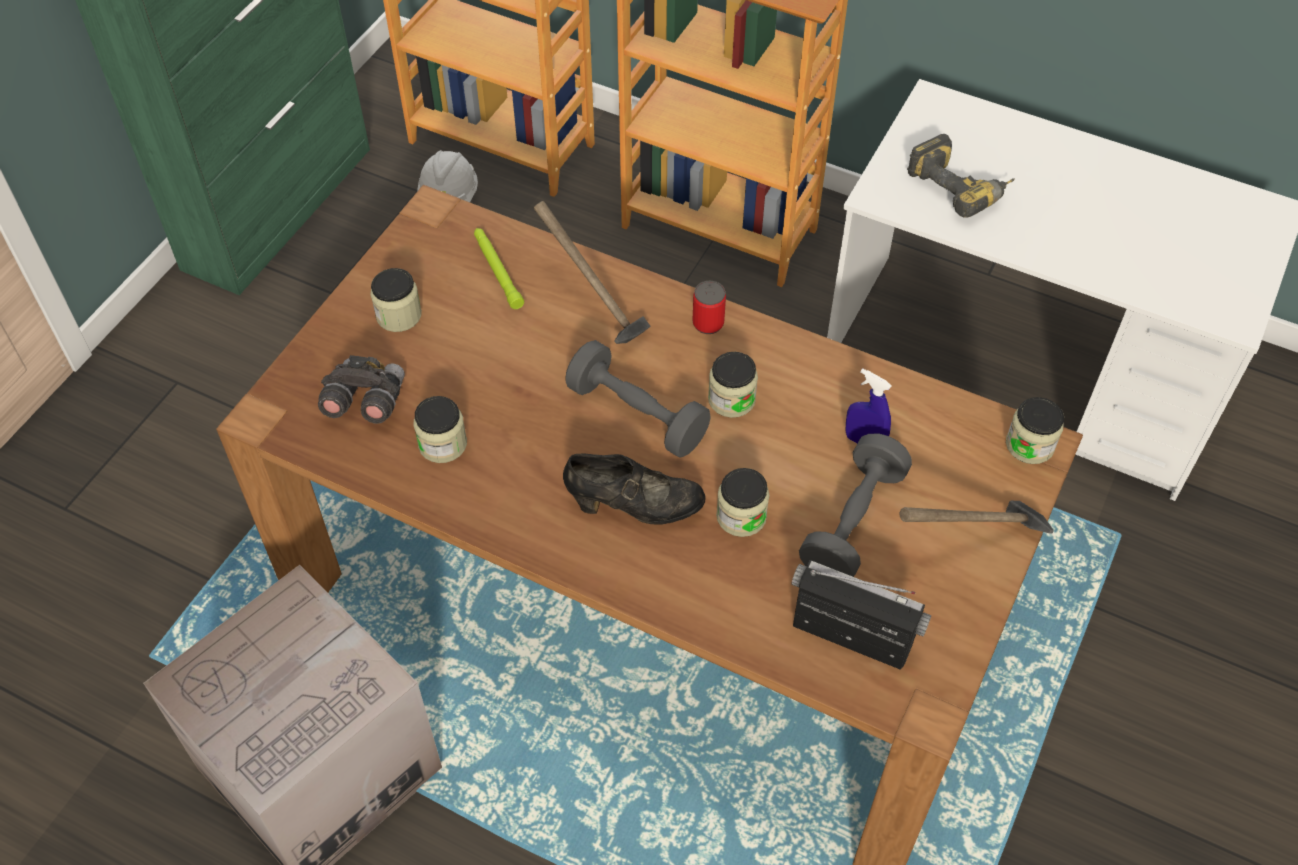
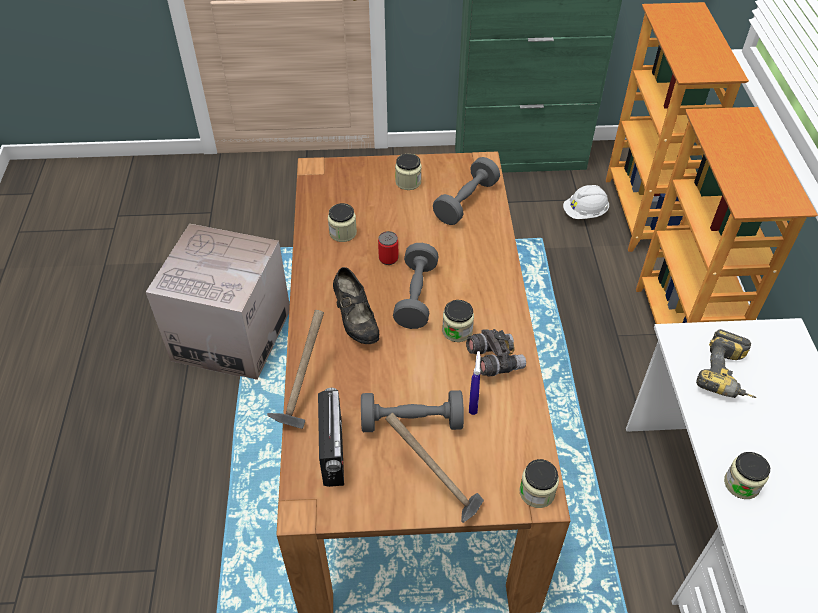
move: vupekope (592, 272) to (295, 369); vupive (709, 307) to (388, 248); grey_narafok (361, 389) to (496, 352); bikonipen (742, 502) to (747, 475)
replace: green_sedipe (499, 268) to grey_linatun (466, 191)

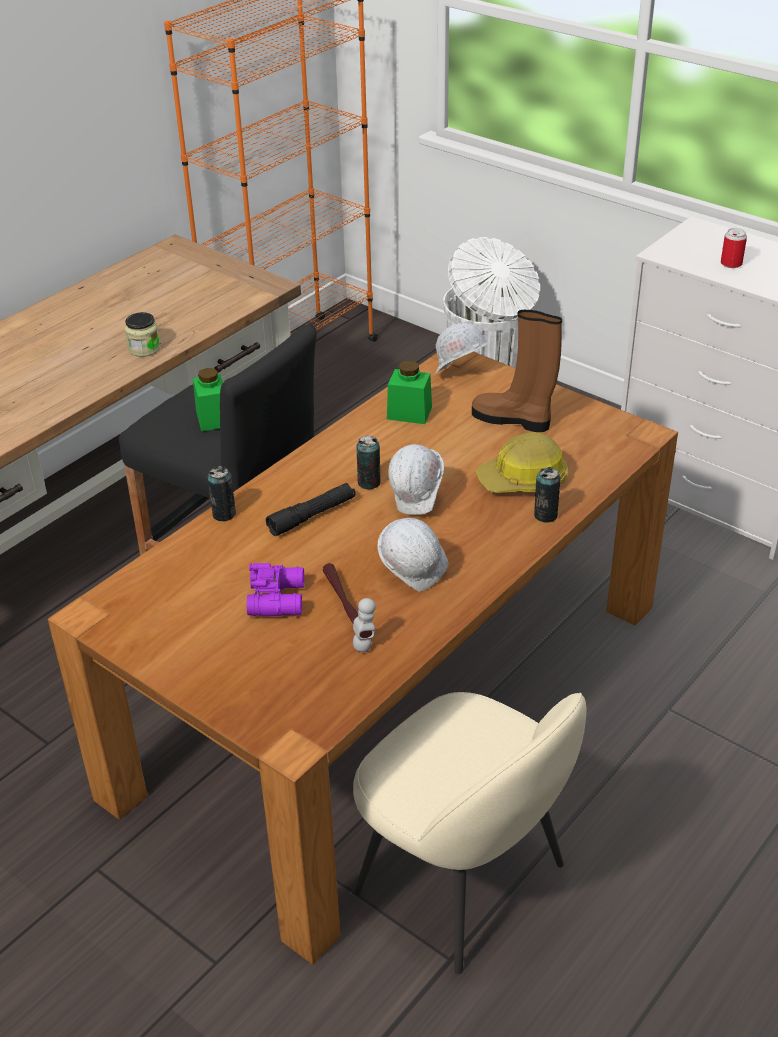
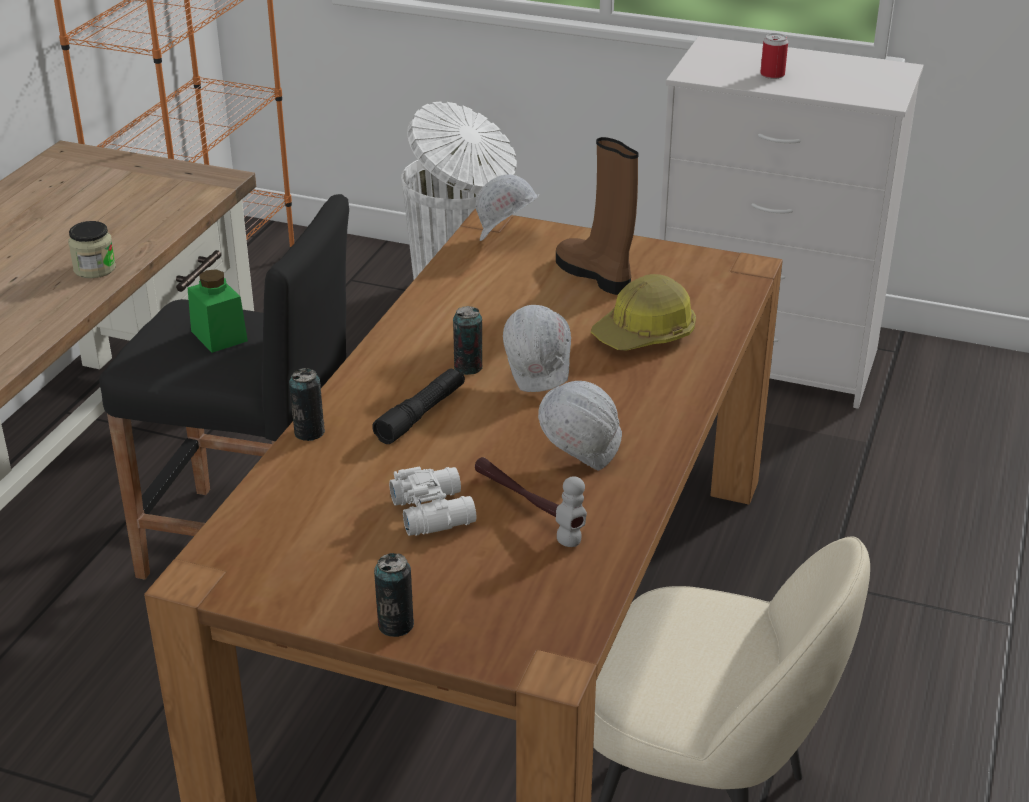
delete: green_bikonipen (409, 392)
move: vupive (547, 495) to (394, 595)
recolor: purple_narafok (275, 590) to white_narafok (432, 501)
rotate: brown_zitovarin (517, 371) = (597, 216) 45 degrees clockwise

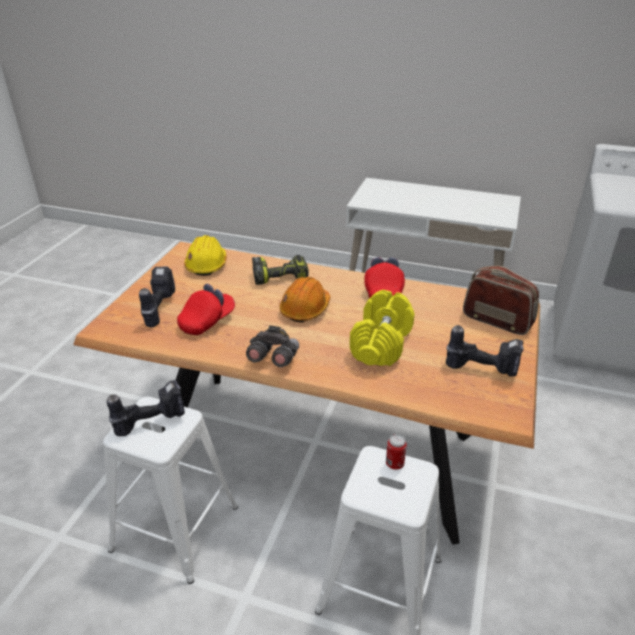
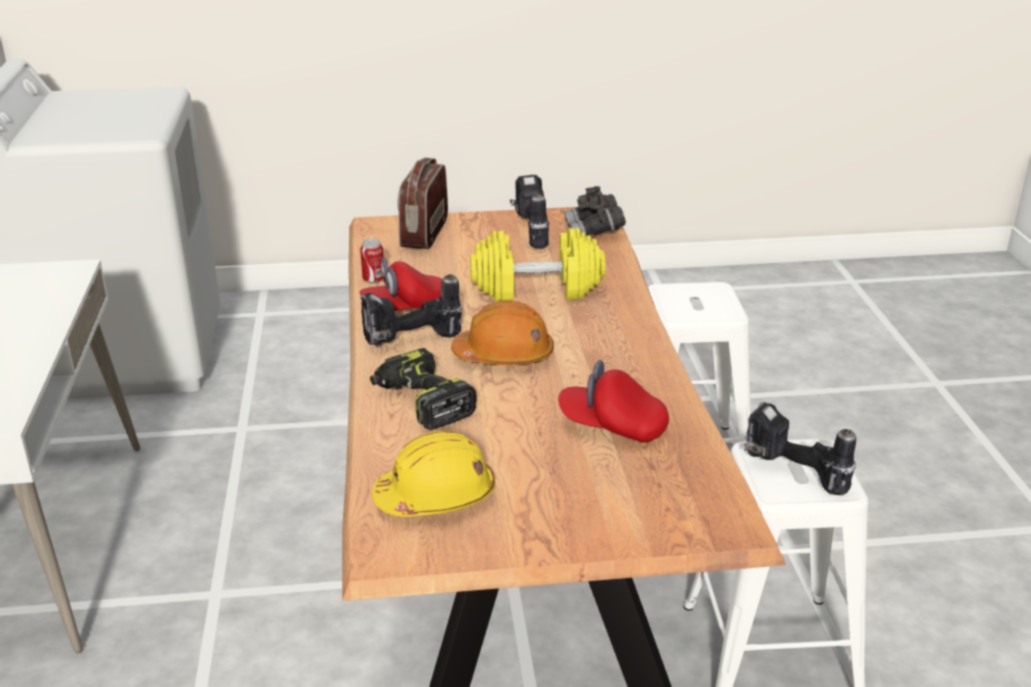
move: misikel (157, 296) to (412, 309); grey_narafok (272, 346) to (595, 211); vupive (396, 452) to (371, 261)

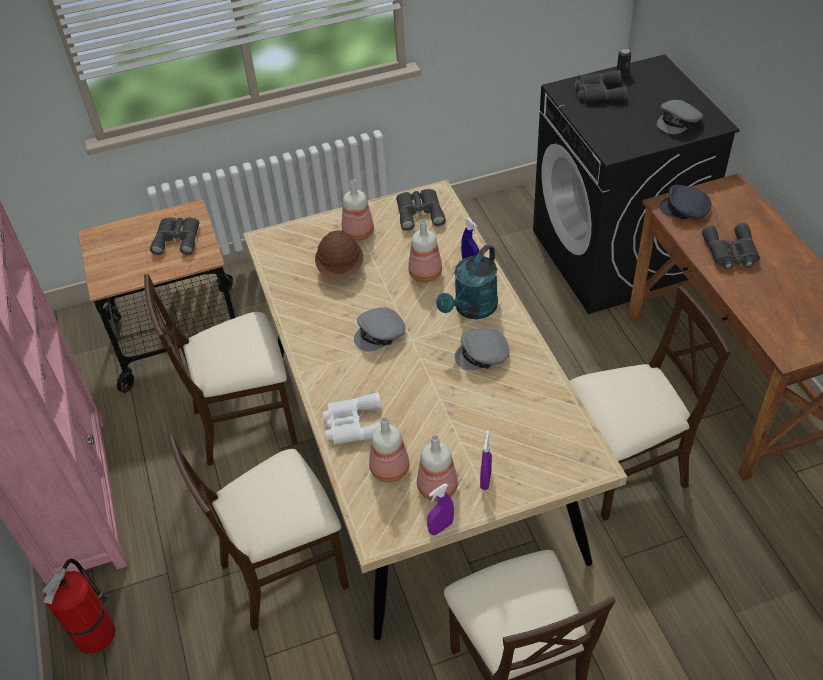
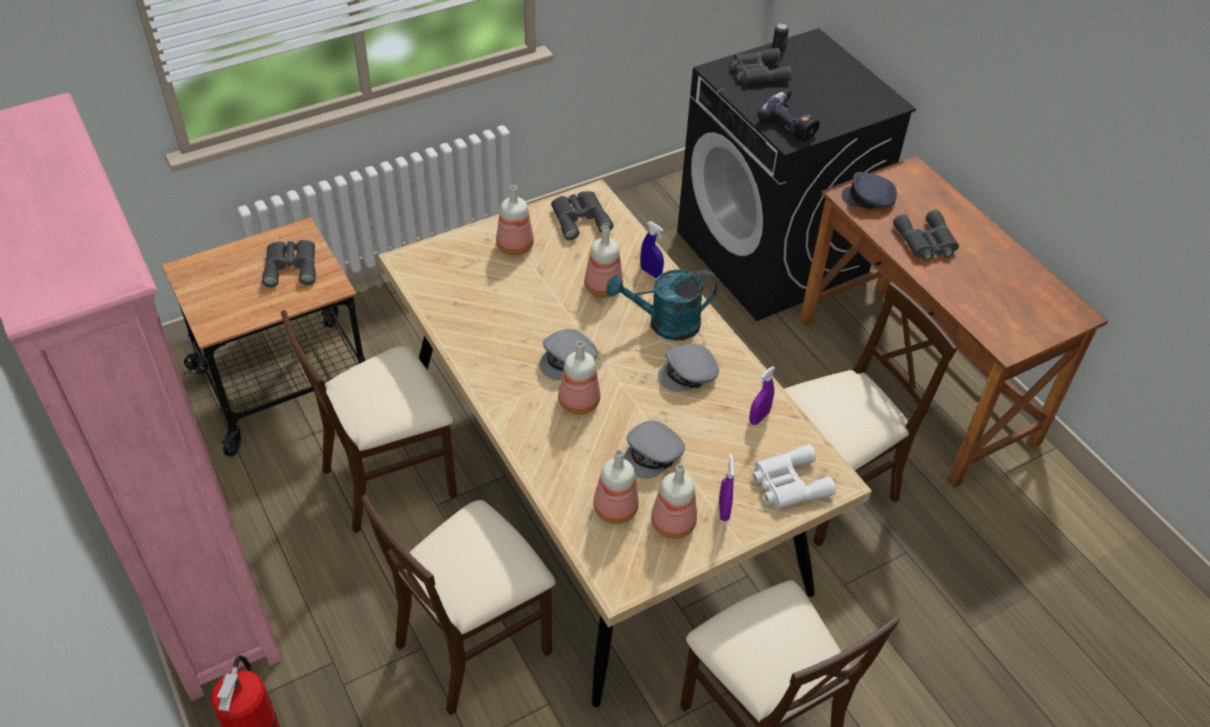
delete: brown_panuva (339, 255)
insert: misikel (788, 115); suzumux (579, 378)
move: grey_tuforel (680, 117) to (654, 450); white_narafok (352, 418) to (794, 476); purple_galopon (440, 509) to (762, 395)
rotate: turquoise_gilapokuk (467, 282) = (662, 305) 60 degrees clockwise

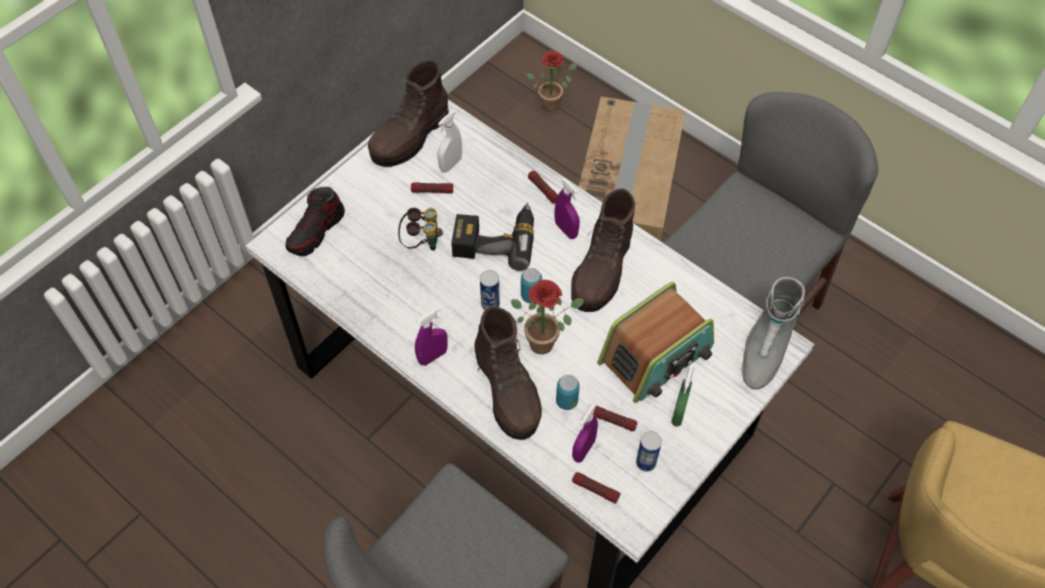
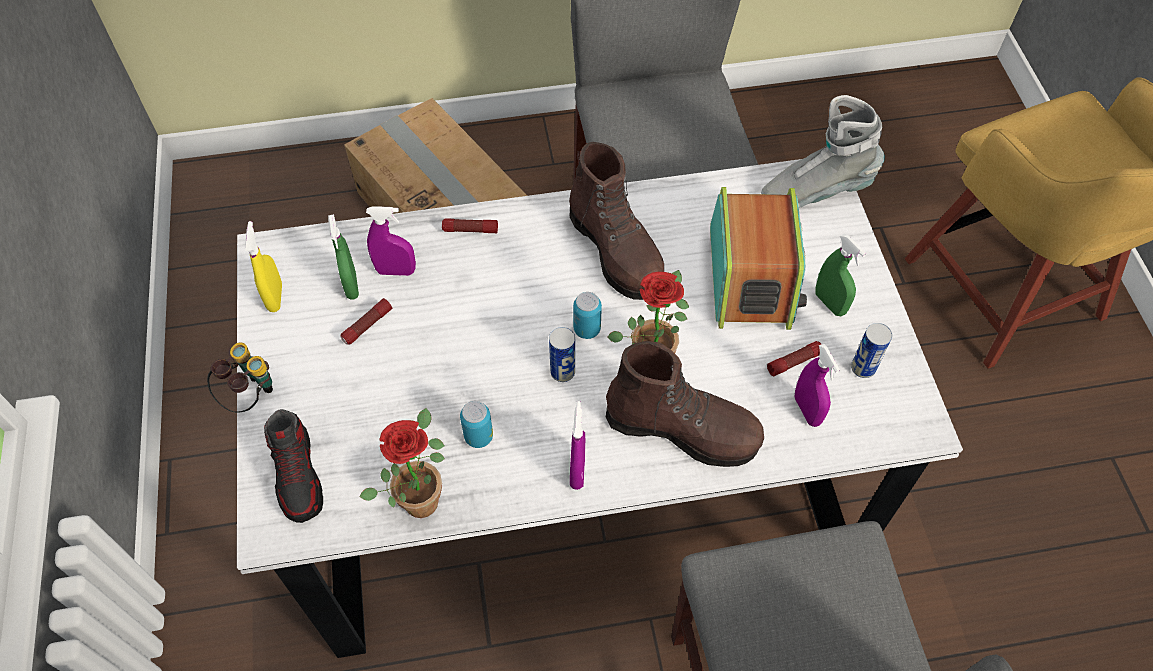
delete: misikel (492, 236); sedipe (596, 488)
move: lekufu (552, 81) to (402, 463); purple_galopon (567, 208) to (391, 241); narafok (420, 229) to (240, 378); vupive (568, 392) to (476, 424)
replace: brown_zitovarin (408, 113) to yellow_galopon (263, 266)
recolor: white_galopon (449, 142) to green_galopon (343, 257)
rotate: grey_zitovarin (773, 333) = (823, 151) 105 degrees clockwise

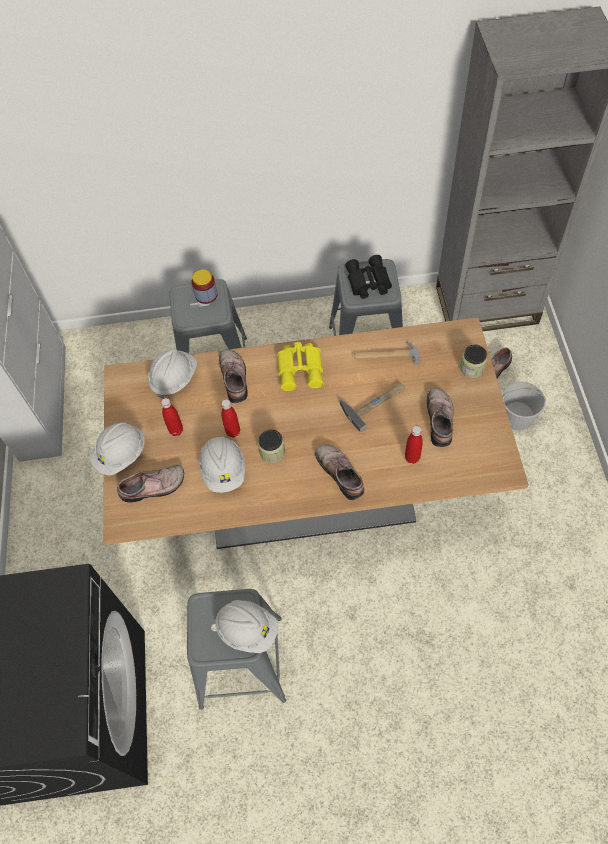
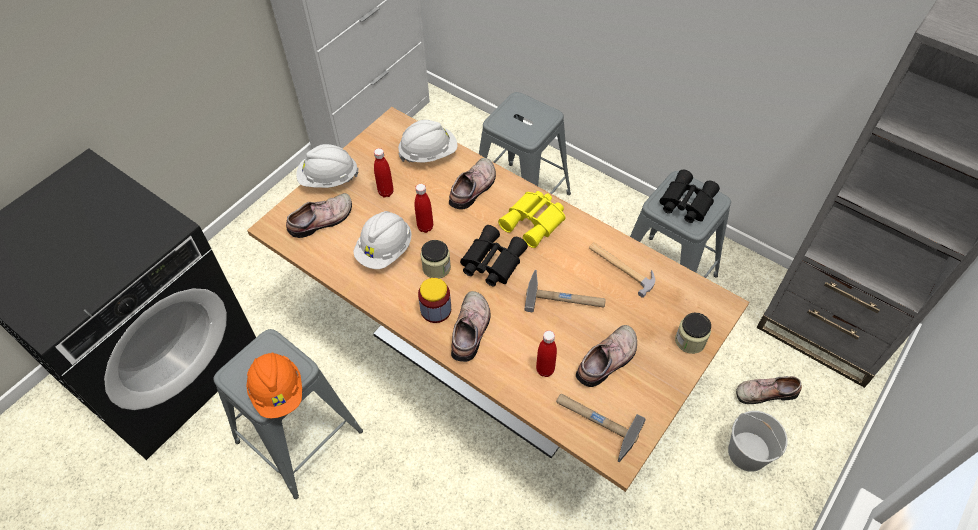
insert: black_narafok (494, 255); vupekope (601, 428)
move: bikonipen (204, 286) to (434, 300)
recolor: white_panuva (246, 626) to orange_panuva (274, 385)
rotate: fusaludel (150, 484) = (319, 215) 60 degrees counterclockwise

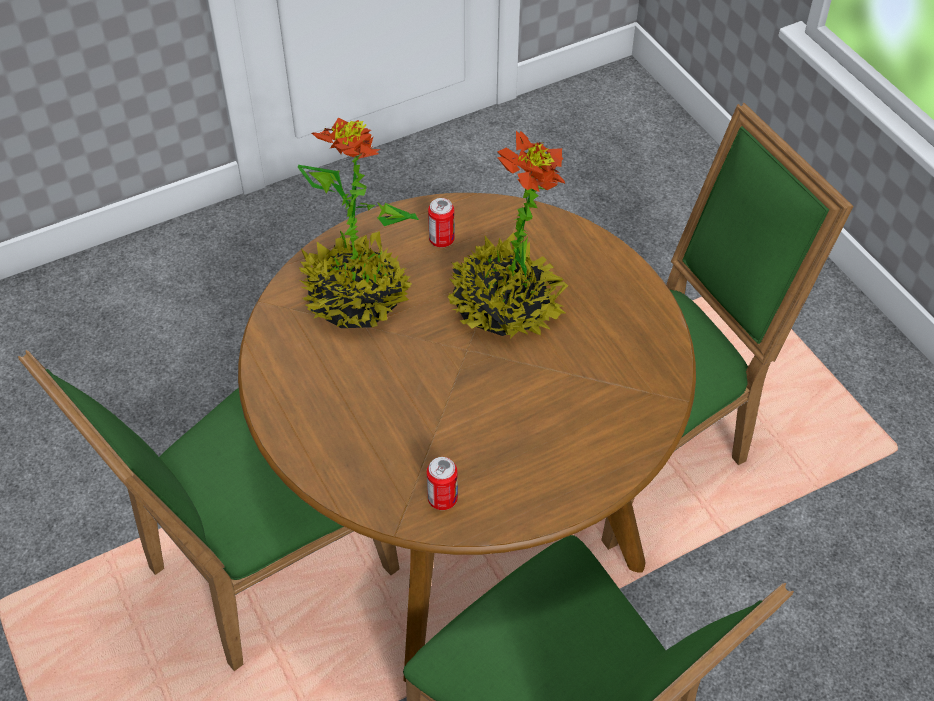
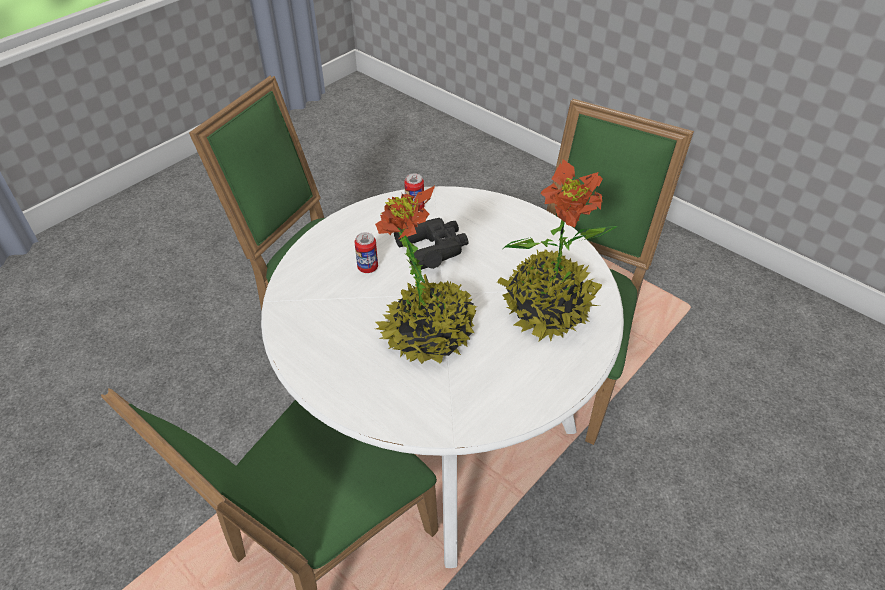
insert: black_narafok (431, 244)
move: vupive (441, 222) to (366, 252)
recolor: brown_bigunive (467, 437) to white_bigunive (442, 377)

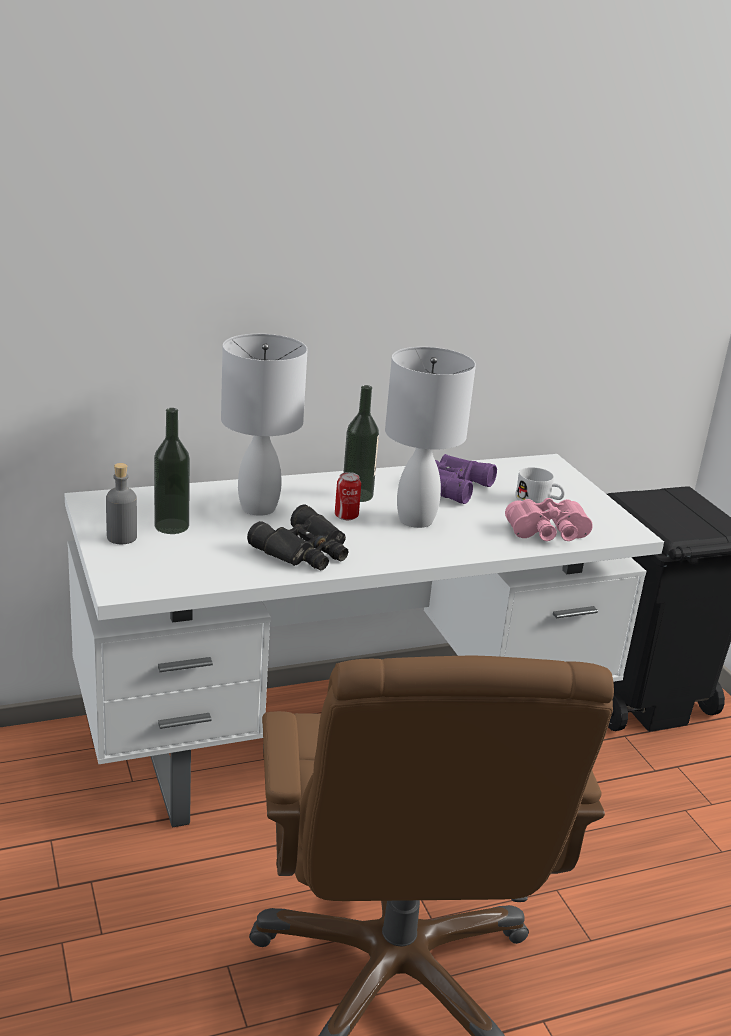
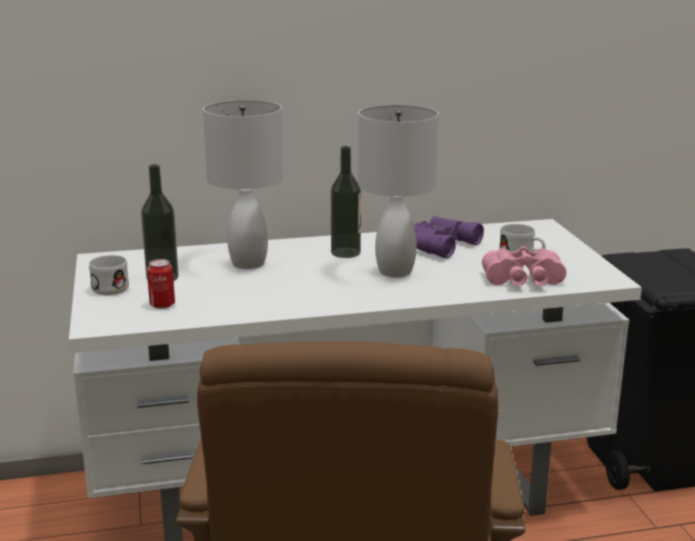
delete: black_narafok (297, 537)
move: vupive (348, 496) to (161, 284)
replace: grey_suzumux (121, 503) to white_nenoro (109, 275)

